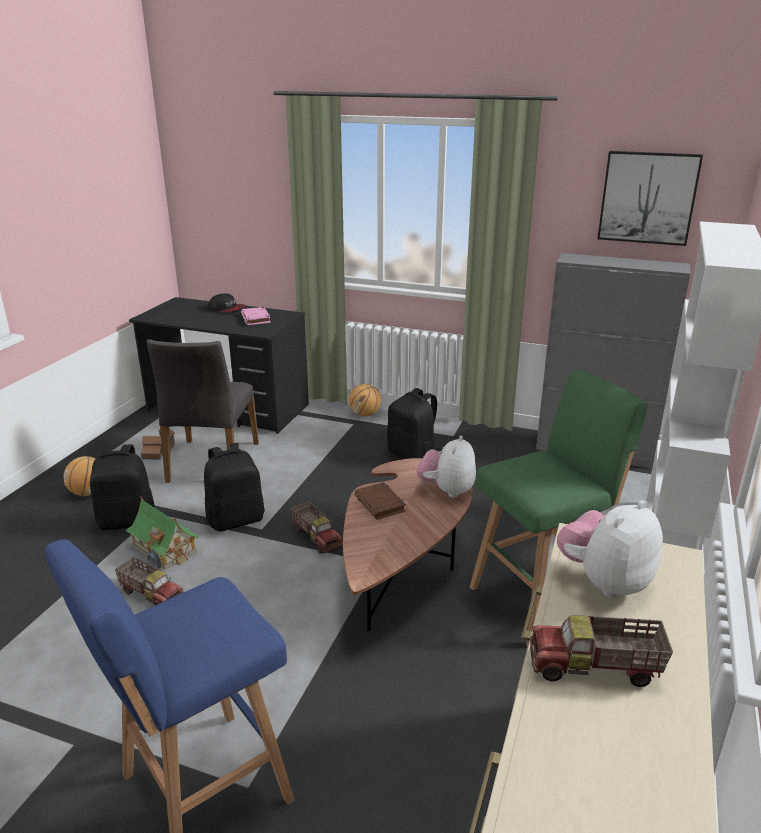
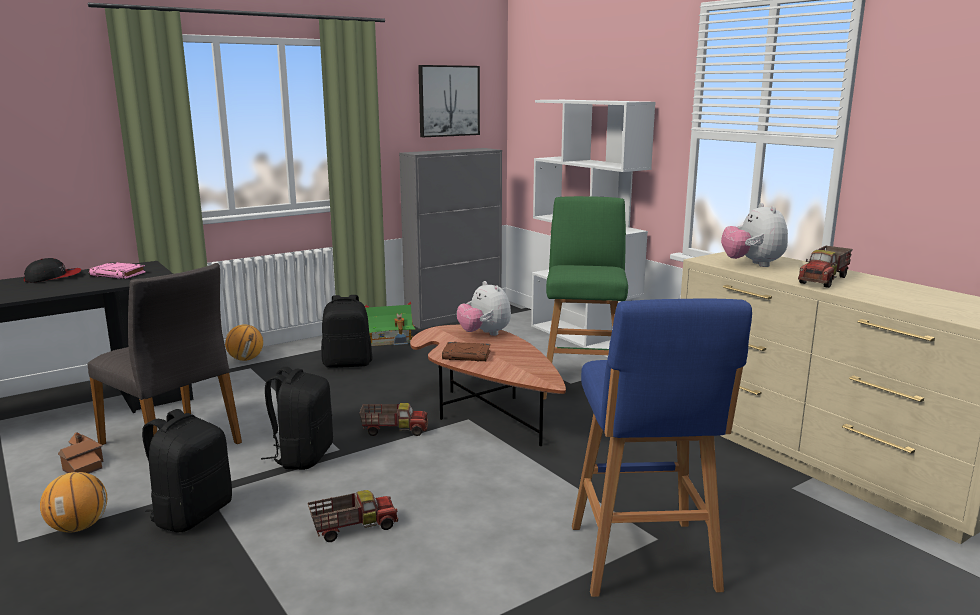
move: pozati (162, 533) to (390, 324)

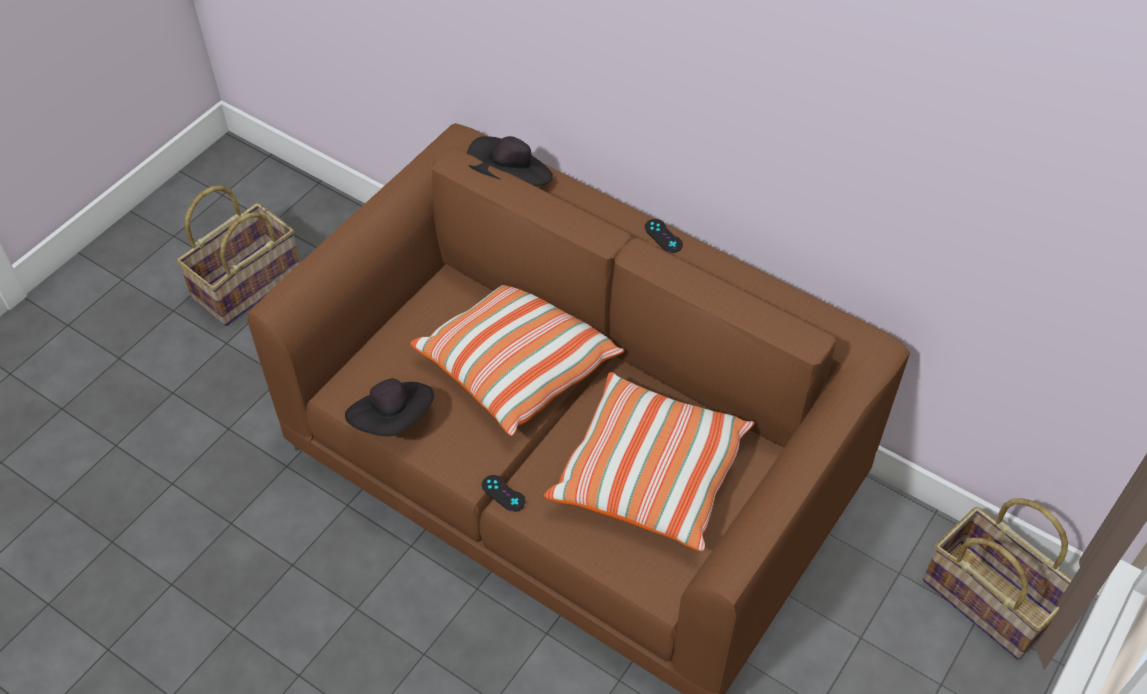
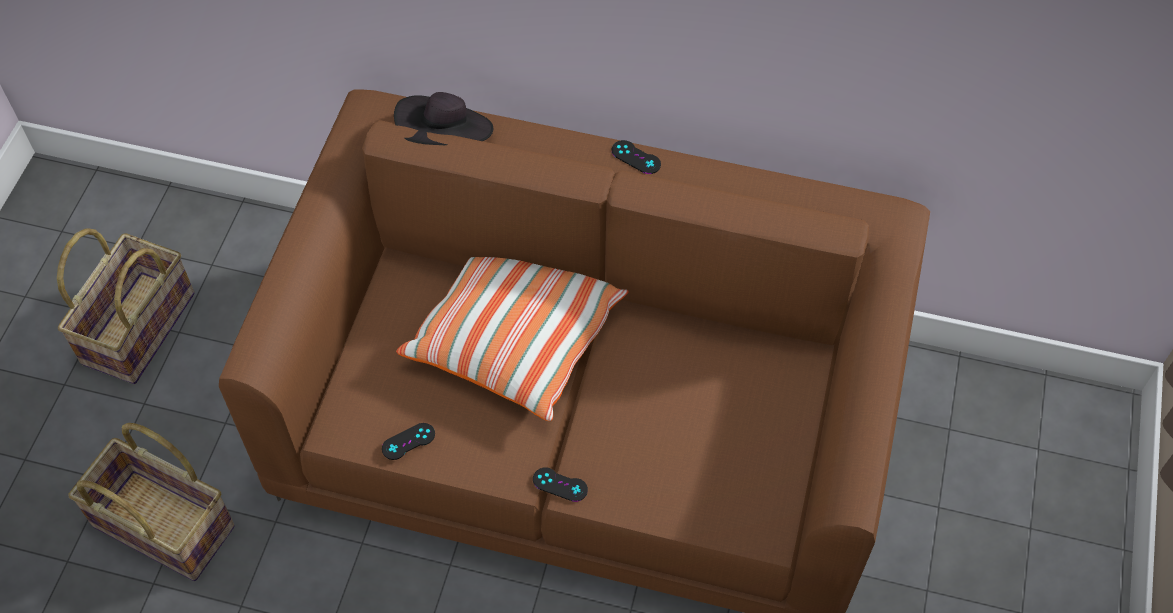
delete: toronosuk (649, 461)
move: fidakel (997, 579) to (151, 502)
replace: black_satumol (389, 407) to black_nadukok (408, 441)

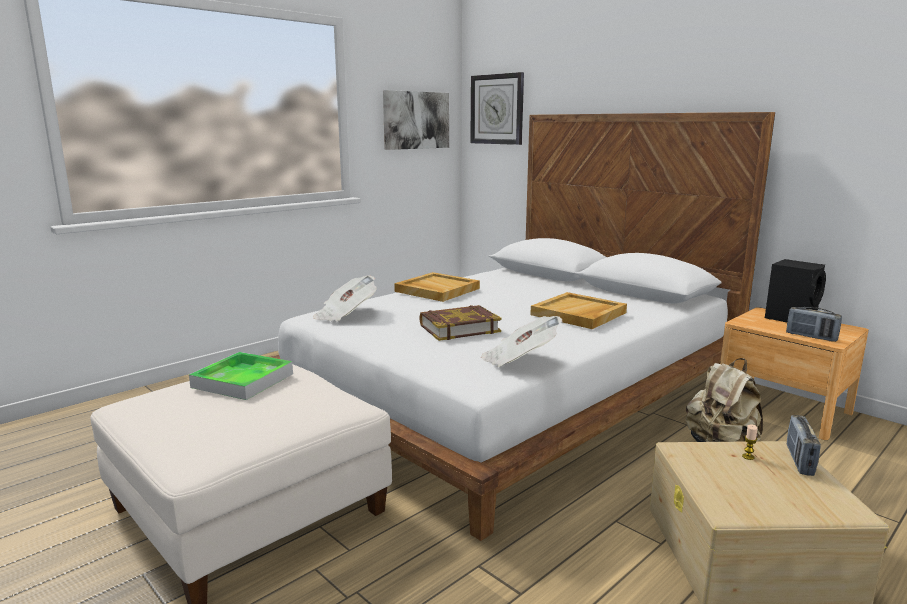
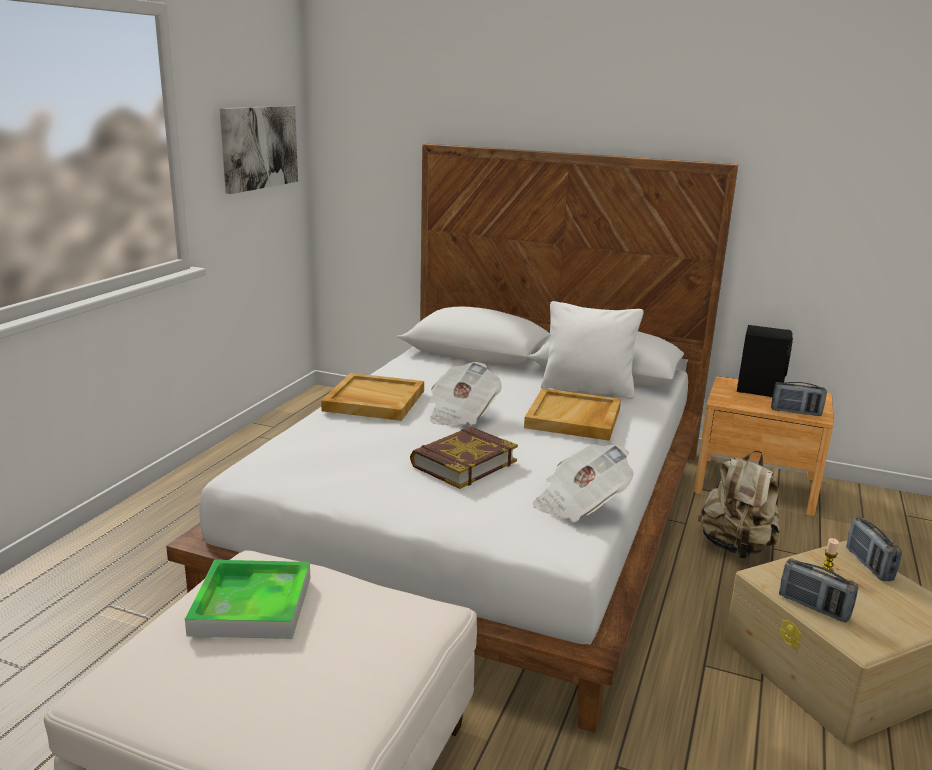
delete: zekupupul (497, 108)
insert: white_toronosuk (592, 350); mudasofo (818, 590)
move: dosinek (345, 298) to (465, 393)

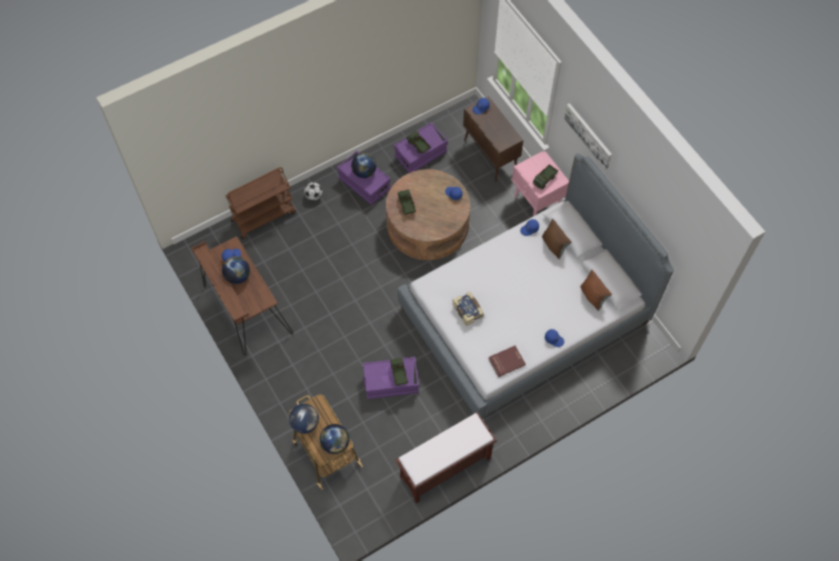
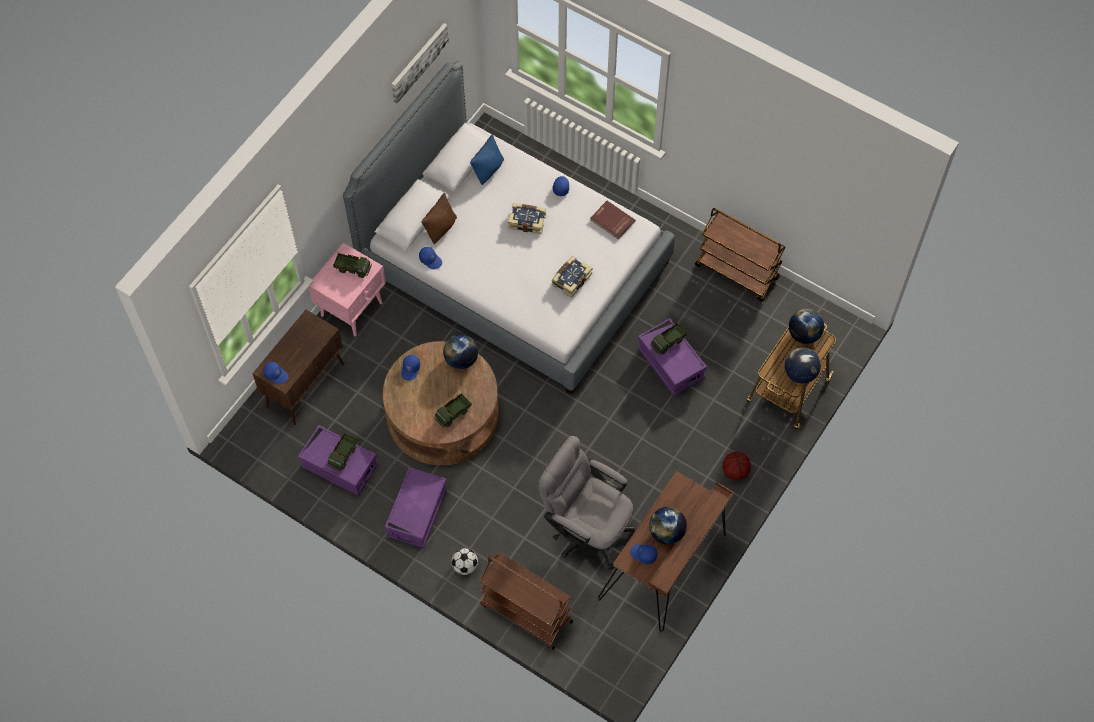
insert: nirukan (527, 218); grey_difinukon (587, 503); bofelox (736, 466)
move: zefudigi (588, 136) to (420, 63); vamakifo (363, 165) to (460, 351)
replace: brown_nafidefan (446, 457) to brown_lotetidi (740, 255)
recolor: brown_toronosuk (596, 290) to blue_toronosuk (487, 159)

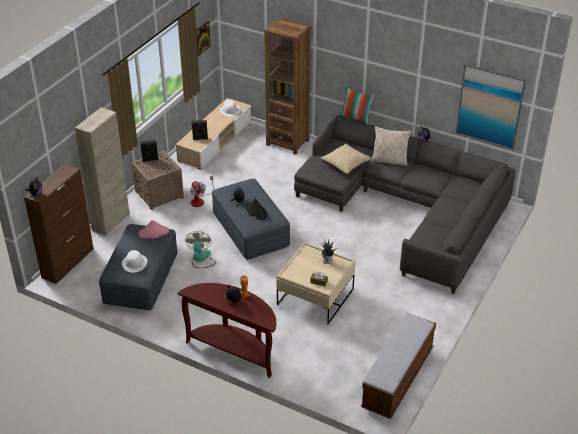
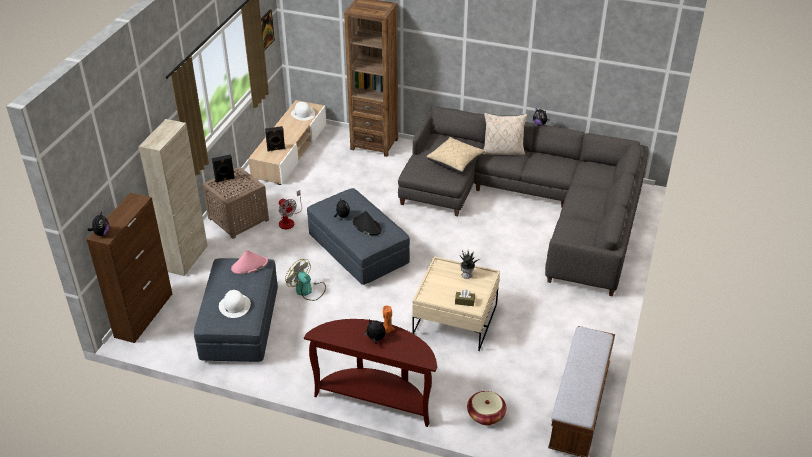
delete: zefudigi (491, 107); toronosuk (357, 105)
insert: fidakel (486, 408)
rotate: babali (200, 249) = (305, 280) 45 degrees counterclockwise

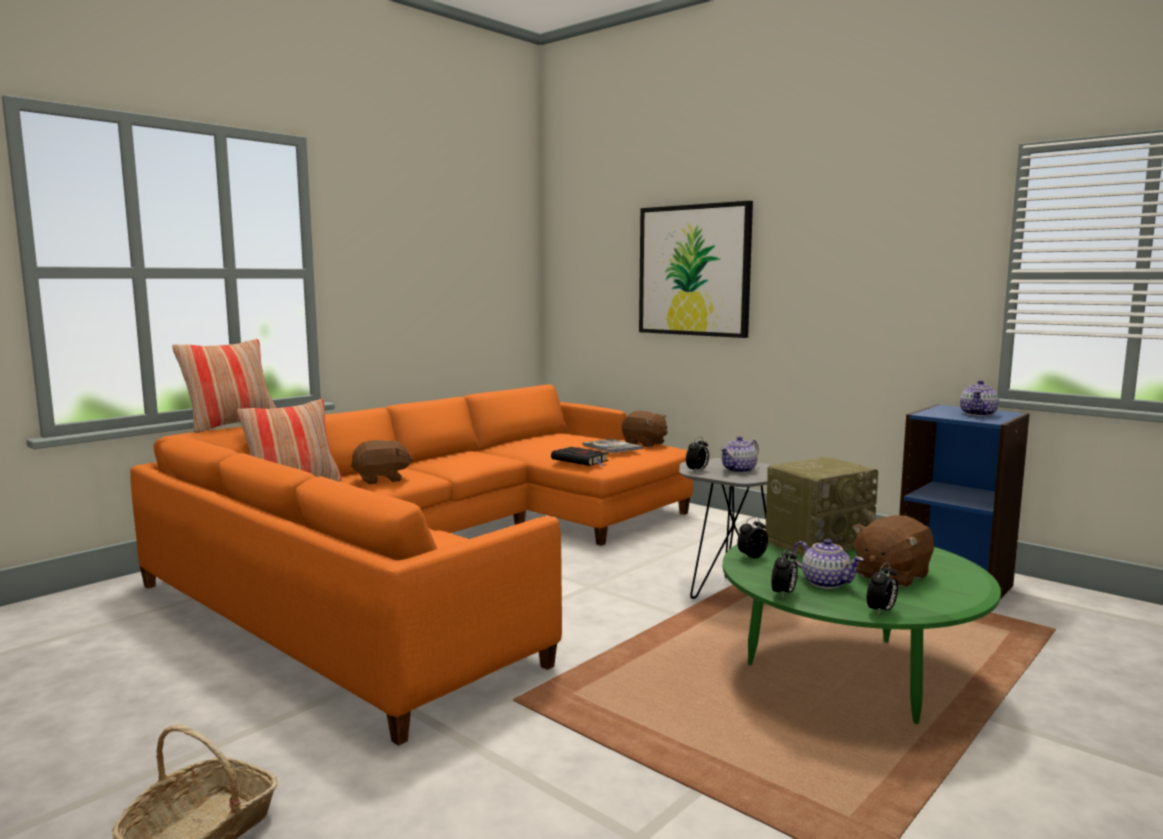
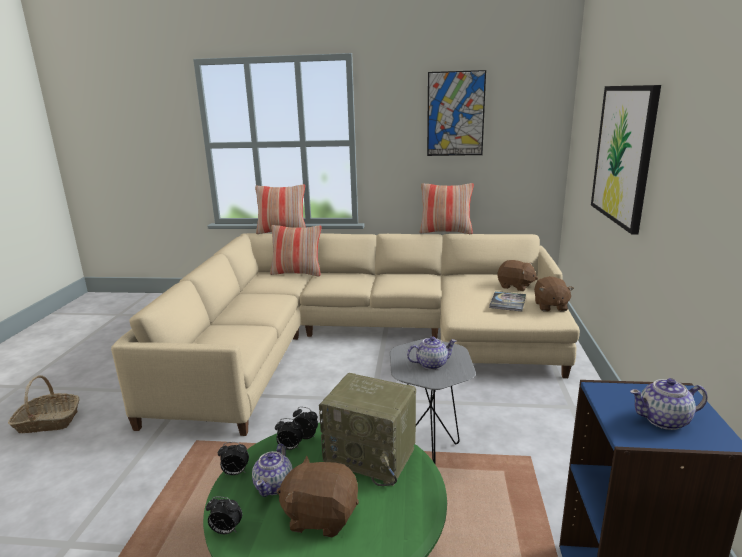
delete: black_nirukan (579, 456)
insert: zefudigi (456, 113); toronosuk (446, 208)
move: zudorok (697, 454) to (289, 434); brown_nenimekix (382, 462) to (517, 275)
recolor: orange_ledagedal (411, 565) to beige_ledagedal (345, 334)
rotate: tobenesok (739, 454) = (432, 353) 150 degrees clockwise

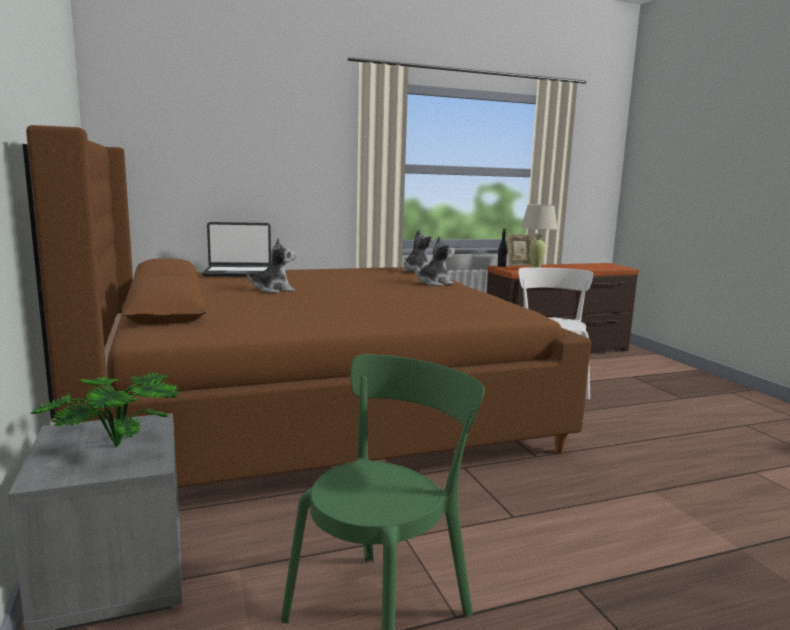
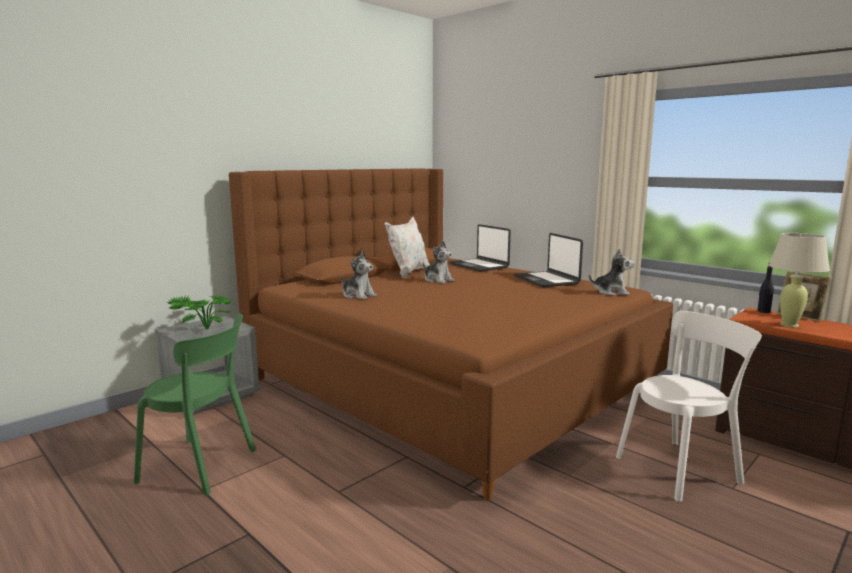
insert: white_toronosuk (407, 248); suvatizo (548, 260)
move: nenimekix (434, 261) to (359, 275)

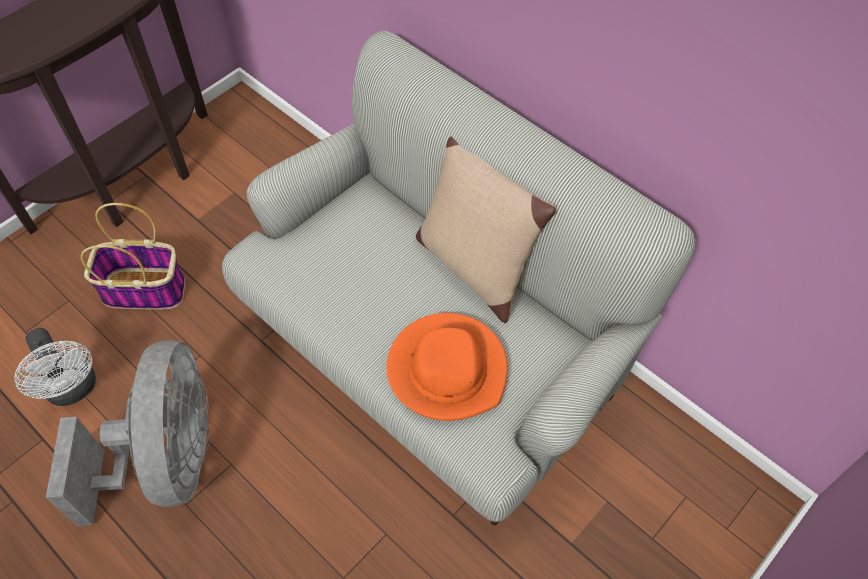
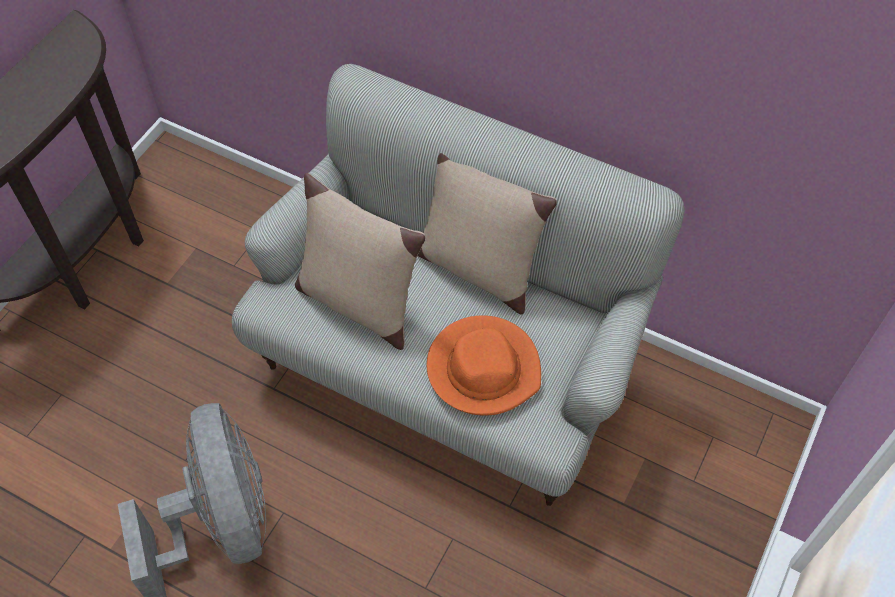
delete: fidakel (133, 256); white_babali (55, 367)
insert: beige_toronosuk (360, 261)

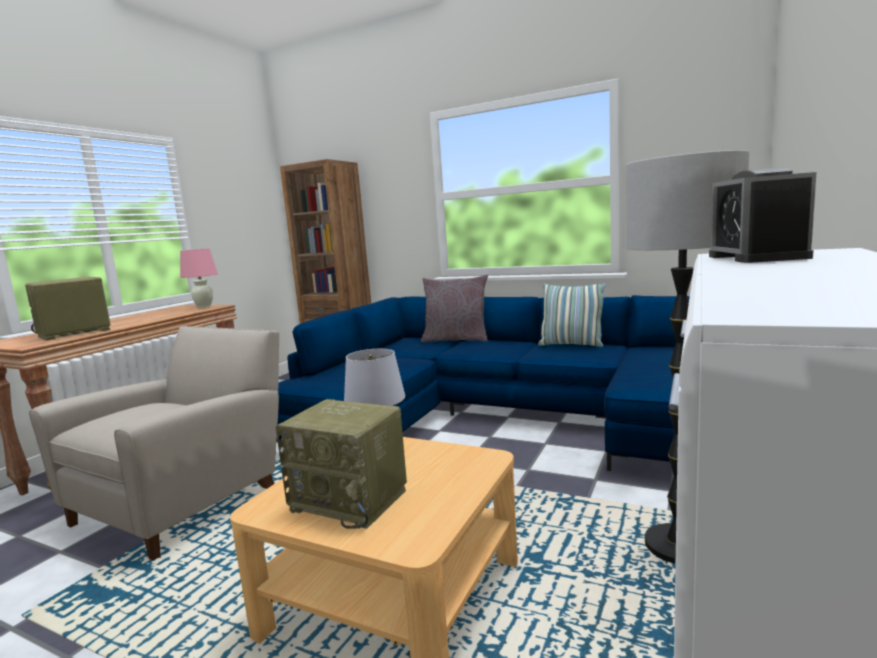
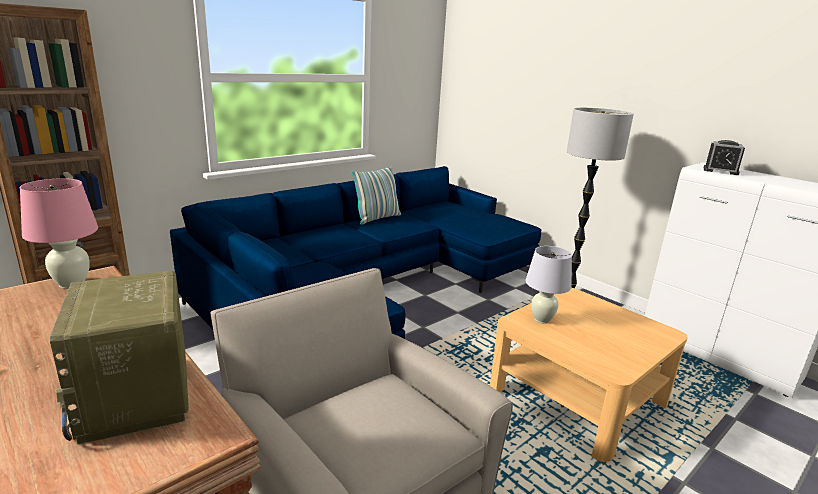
delete: grey_toronosuk (454, 308); mudasofo (341, 464)

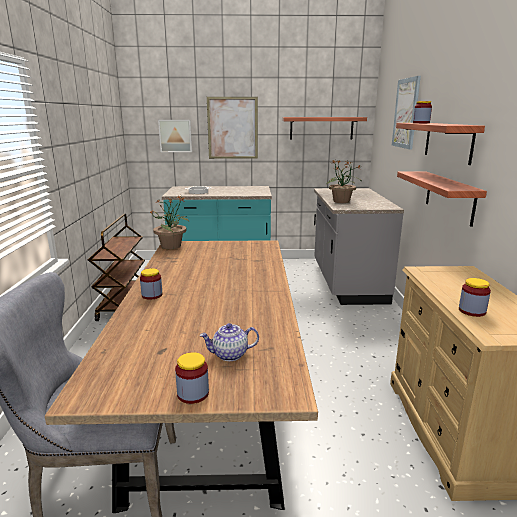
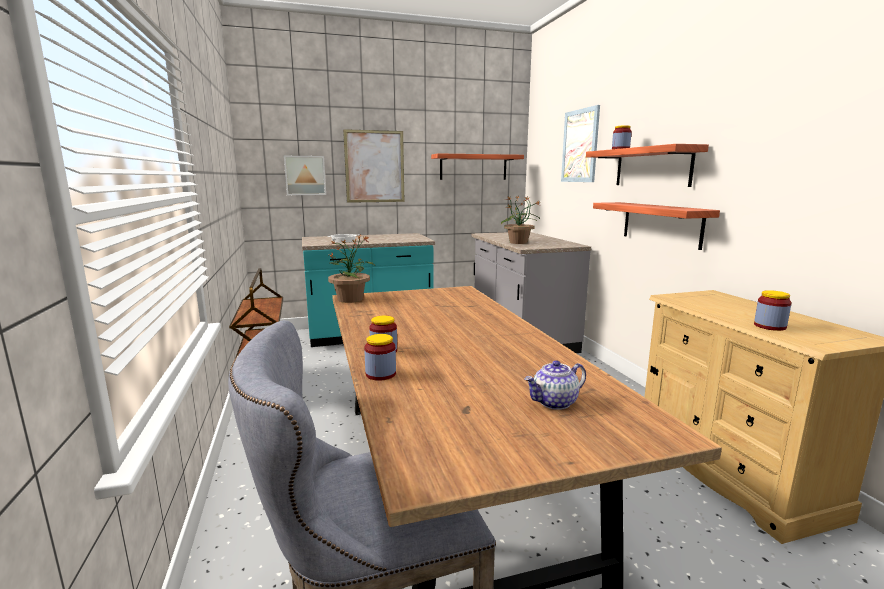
move: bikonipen (192, 378) to (380, 357)

